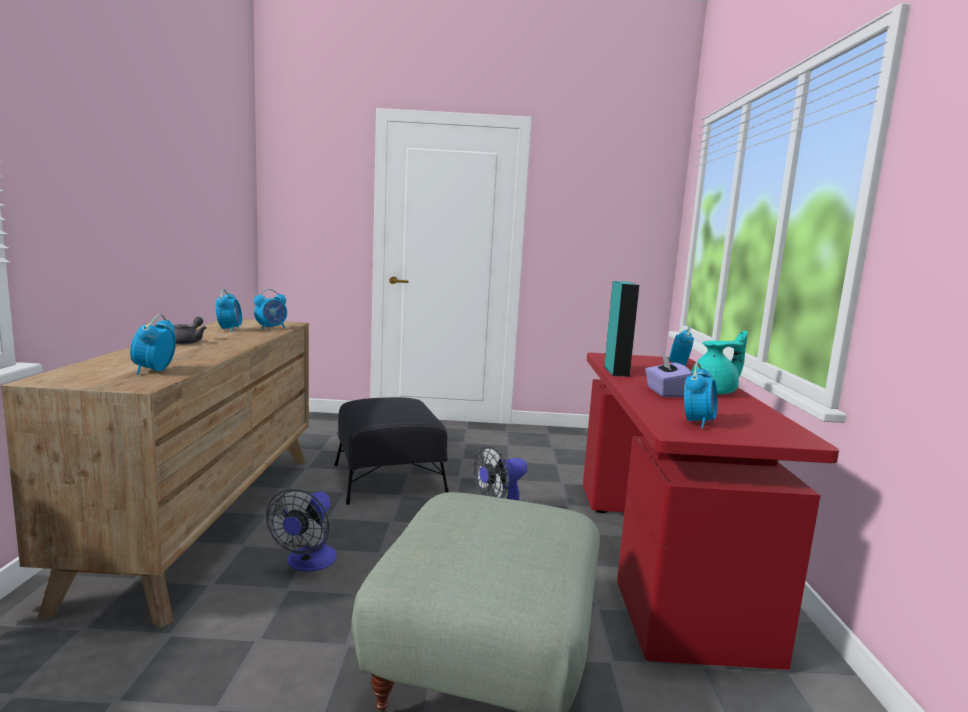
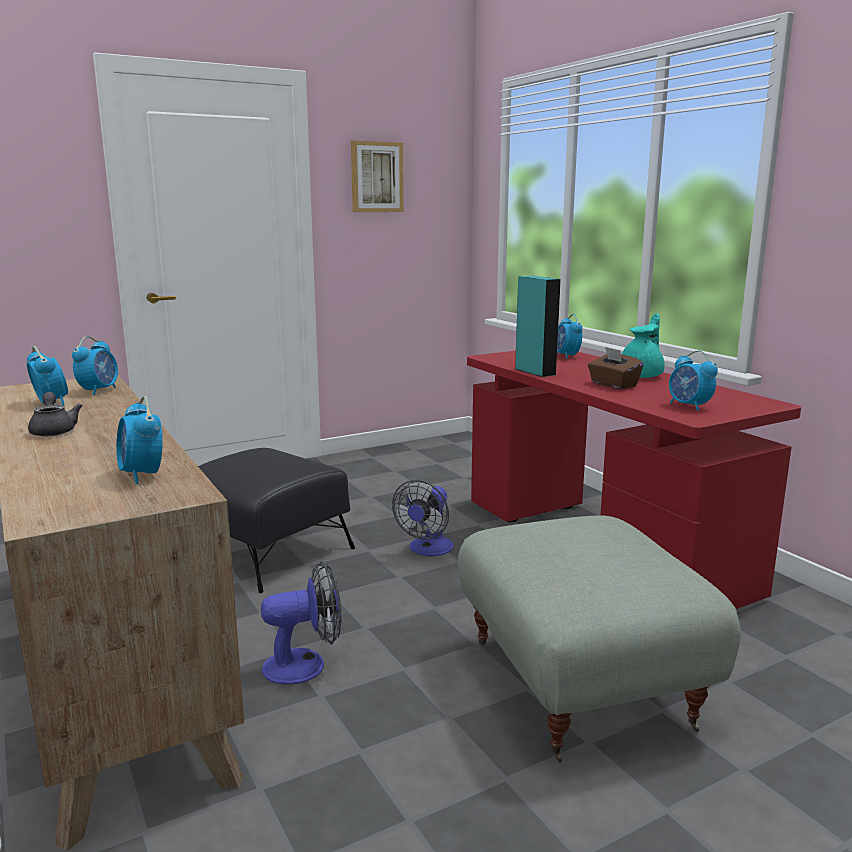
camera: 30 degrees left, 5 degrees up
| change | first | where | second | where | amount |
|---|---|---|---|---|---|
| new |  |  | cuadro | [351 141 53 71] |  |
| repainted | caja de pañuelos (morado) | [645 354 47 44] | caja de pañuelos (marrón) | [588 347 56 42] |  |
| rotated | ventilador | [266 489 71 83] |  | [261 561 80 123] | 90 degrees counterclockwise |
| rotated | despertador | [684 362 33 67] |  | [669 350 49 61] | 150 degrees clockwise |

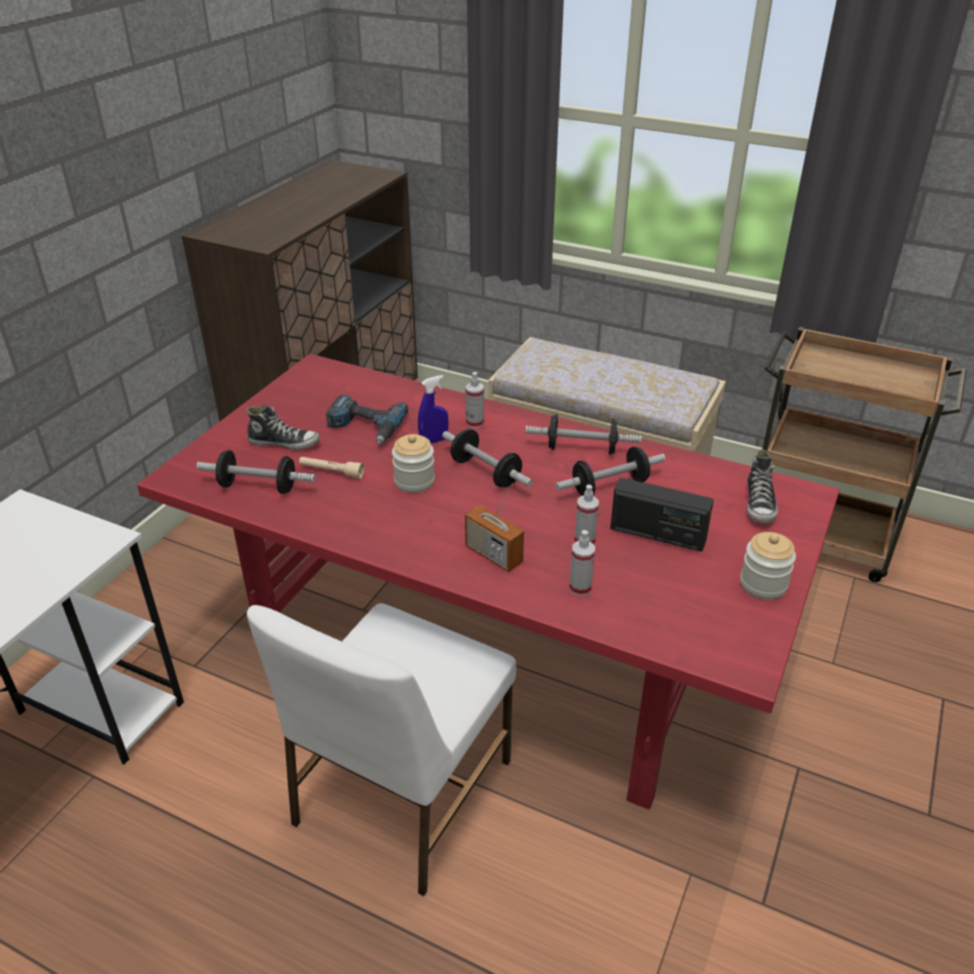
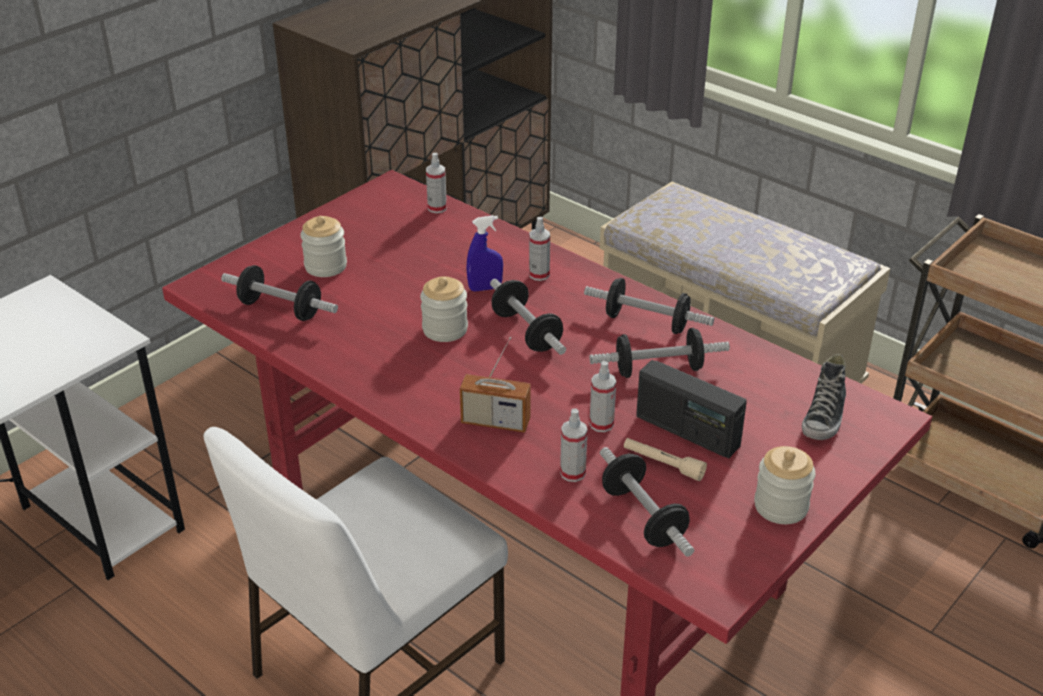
camera: 15 degrees right, 0 degrees up
| change | first | where | second | where | amount |
|---|---|---|---|---|---|
| gone | taladro | [325 395 83 49] |  |  |  |
| new |  |  | pulverizador | [426 153 21 60] |  |
| new |  |  | mancuerna | [600 447 94 110] |  |
| shifted | linterna (beis) | [299 457 65 22] |  | [624 438 83 43] |  |
| swapped | zapato | [246 404 74 47] | tarro | [300 216 47 61] |  |
| rotated | radio | [465 483 59 89] |  | [460 337 71 95] | 45 degrees counterclockwise |

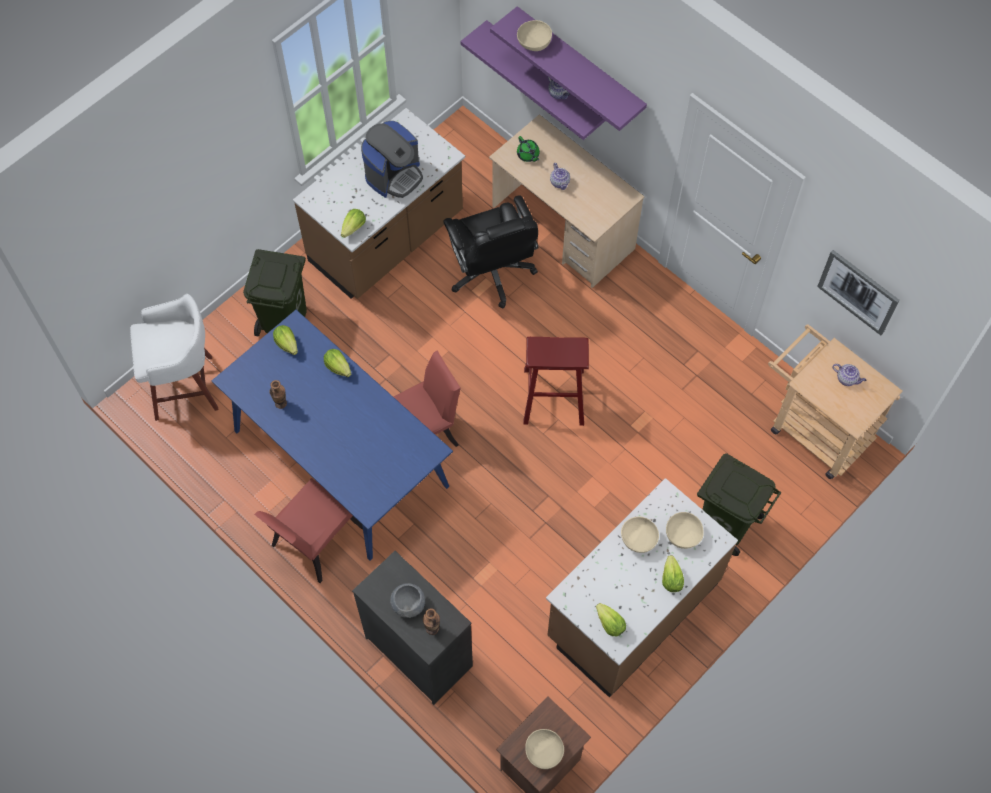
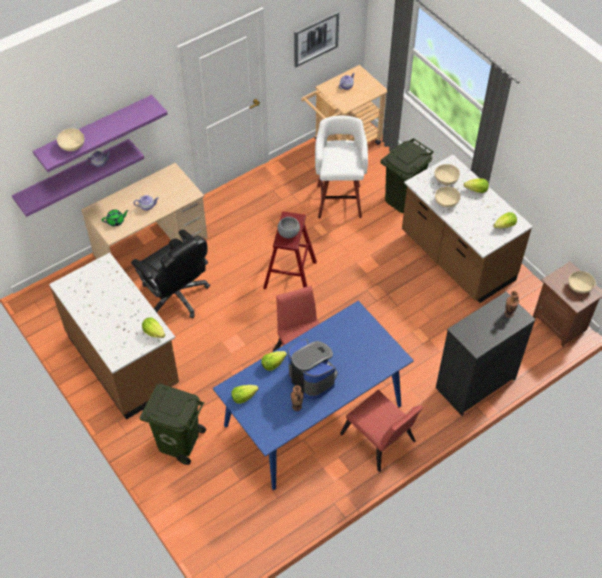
camera: 80 degrees left, 10 degrees down
| change | first | where | second | where | amount |
|---|---|---|---|---|---|
| shifted | taburete (blanco) | [130 294 88 127] |  | [315 115 53 103] |  |
| shifted | cafetera | [361 121 62 77] |  | [288 339 50 60] |  |
| shifted | cuenco (gris) | [390 583 35 35] |  | [278 217 22 21] |  |
| rotated | silla de oficina (negro) | [443 196 96 113] |  | [131 229 79 89] | 60 degrees clockwise |

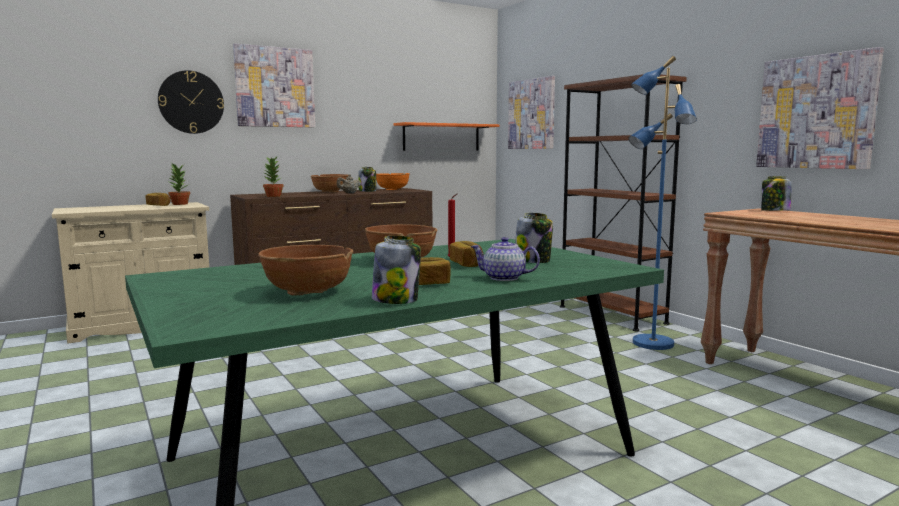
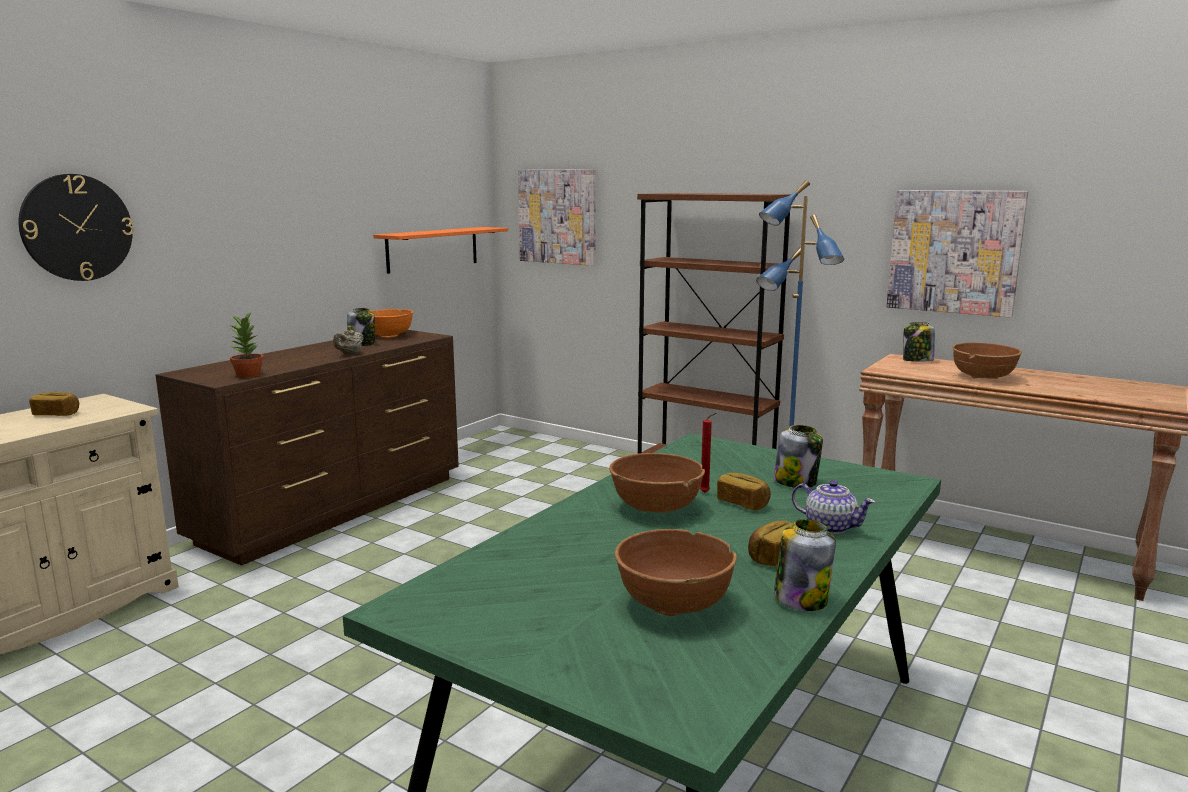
camera: 25 degrees left, 5 degrees up
| change | first | where | second | where | amount |
|---|---|---|---|---|---|
| gone | planta en maceta | [168 164 22 41] |  |  |  |
| gone | cuadro | [233 43 82 84] |  |  |  |
| shifted | cuenco (marrón) | [311 174 37 18] |  | [953 343 69 36] |  |
| rotated | tetera | [470 237 70 44] |  | [792 480 83 54] | 135 degrees counterclockwise |

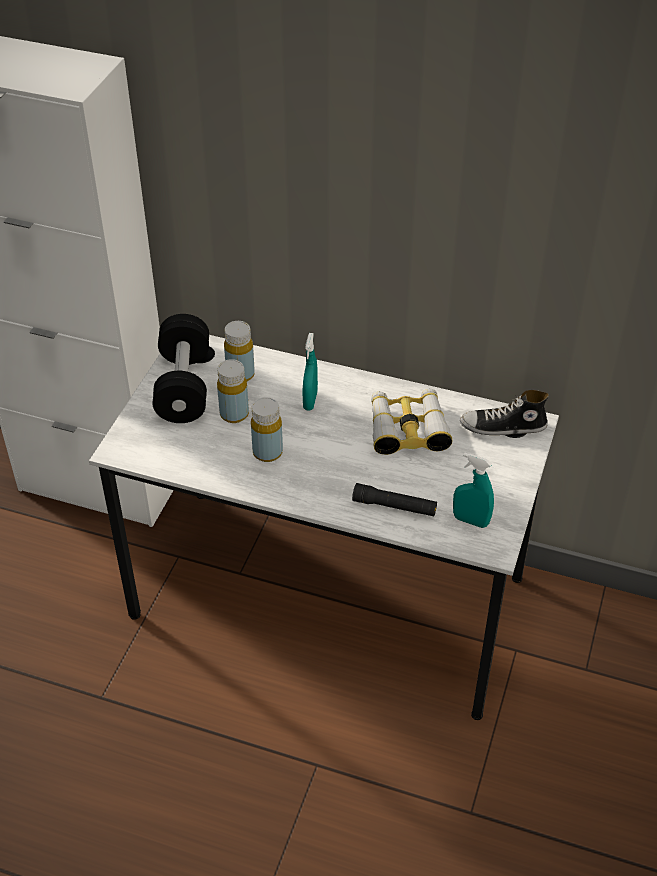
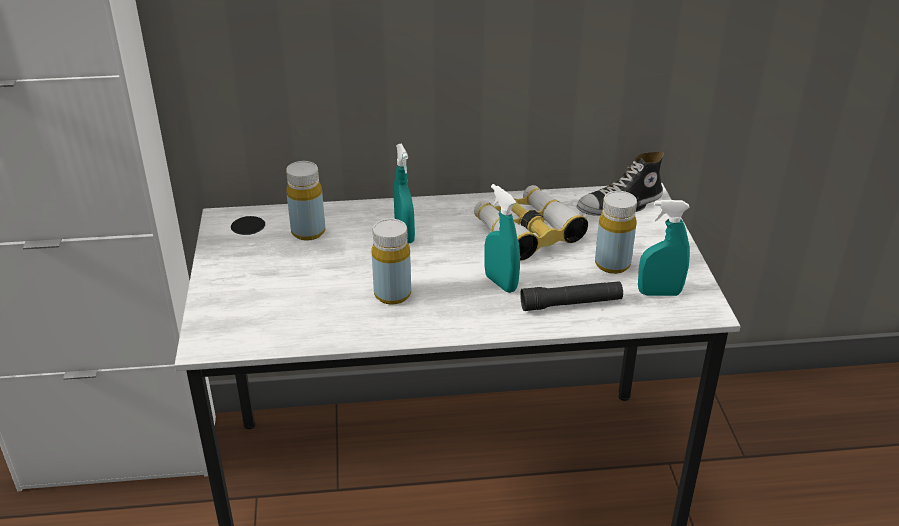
camera: 25 degrees left, 10 degrees down
| change | first | where | second | where | amount |
|---|---|---|---|---|---|
| gone | mancuerna (negro) | [153 314 56 109] |  |  |  |
| new |  |  | pulverizador (turquesa) | [484 184 36 109] |  |
| shifted | botella (amarillo) | [217 359 32 64] |  | [595 191 42 83] |  |

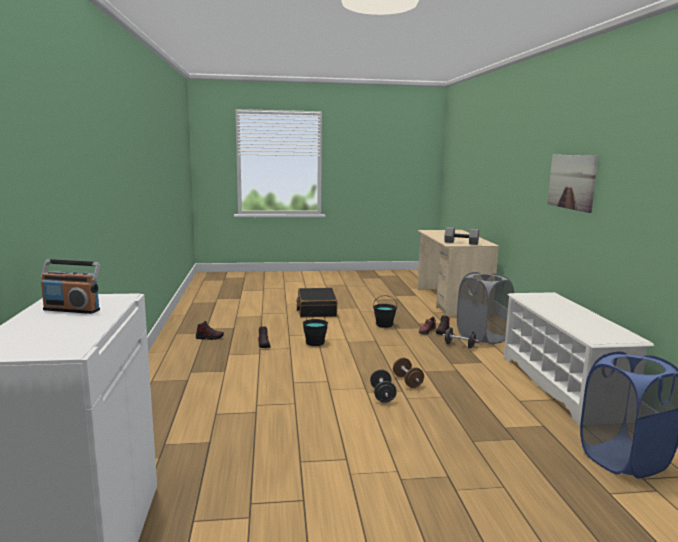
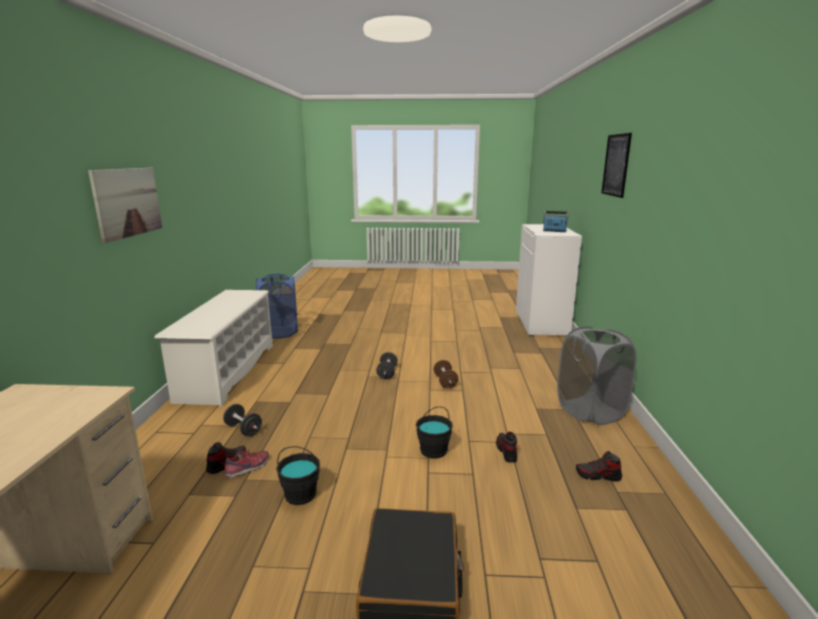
camera: 170 degrees left, 5 degrees up
| change | first | where | second | where | amount |
|---|---|---|---|---|---|
| gone | mancuerna (gris) | [444 227 35 18] |  |  |  |
| new |  |  | cuadro | [601 133 31 65] |  |
| shifted | mancuerna (marrón) | [393 358 31 30] |  | [434 360 24 28] |  |
| shifted | cesto de la ropa (gris) | [457 272 57 72] |  | [557 326 80 99] |  |

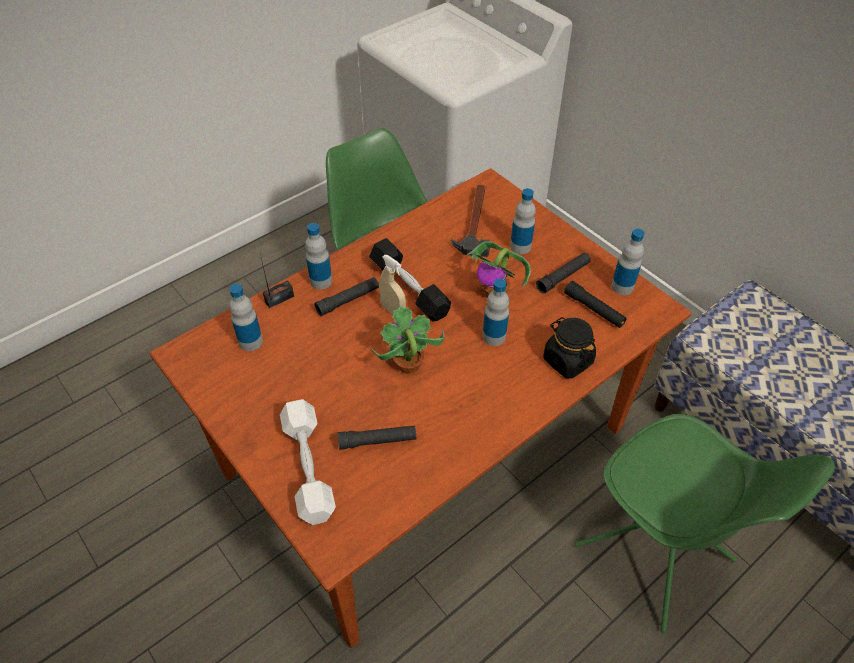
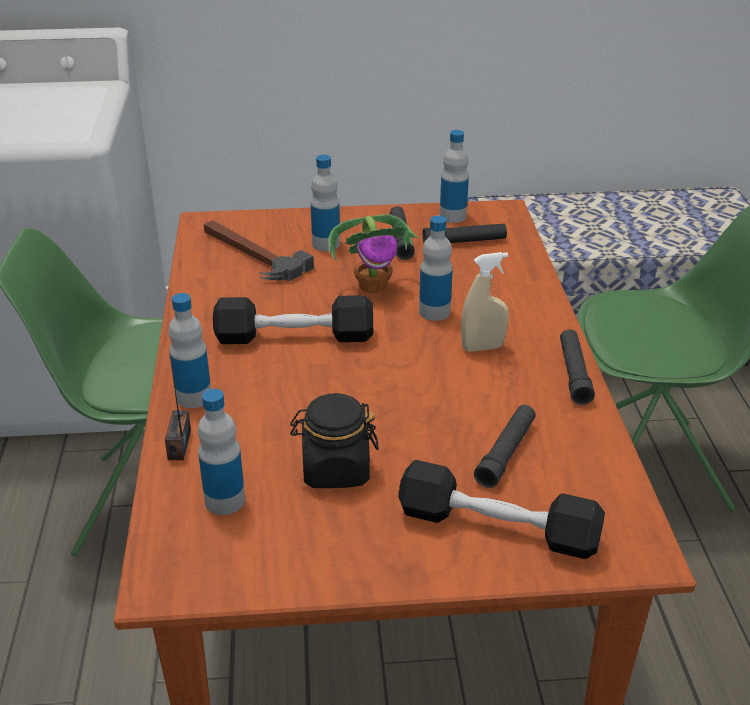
camera: 55 degrees left, 15 degrees down
| change | first | where | second | where | amount |
|---|---|---|---|---|---|
| gone | planta en maceta | [371 306 74 68] |  |  |  |
| shifted | linterna (negro) | [314 277 65 39] |  | [560 329 35 76] |  |
| shifted | pulverizador (beis) | [379 255 27 59] |  | [461 252 48 100] |  |
| shifted | tarro (negro) | [543 317 53 61] |  | [290 393 89 95] |  |
| repainted | mancuerna (blanco) | [280 399 56 126] | mancuerna (negro) | [398 460 207 99] |  |

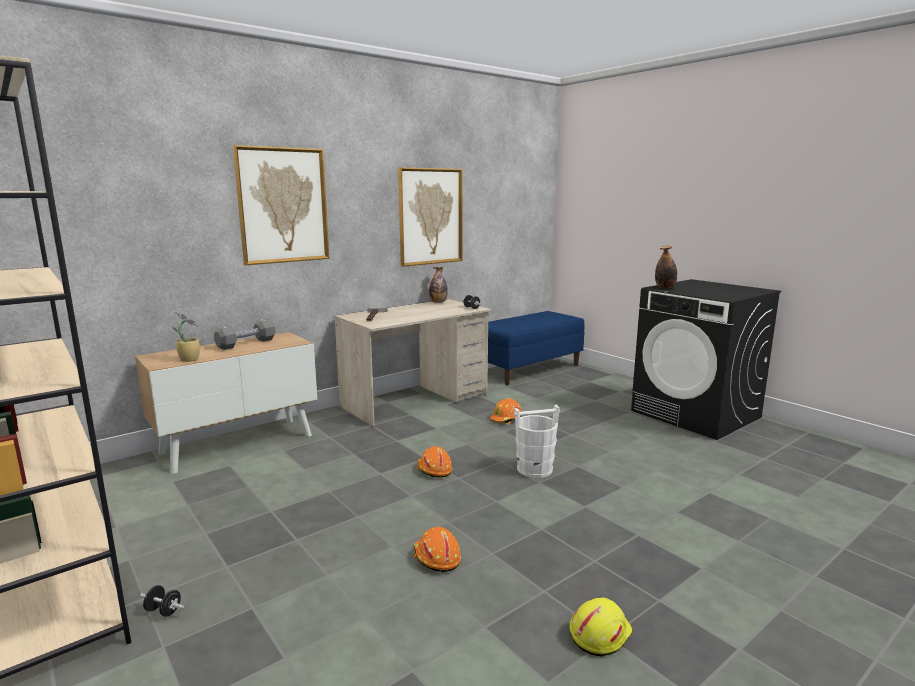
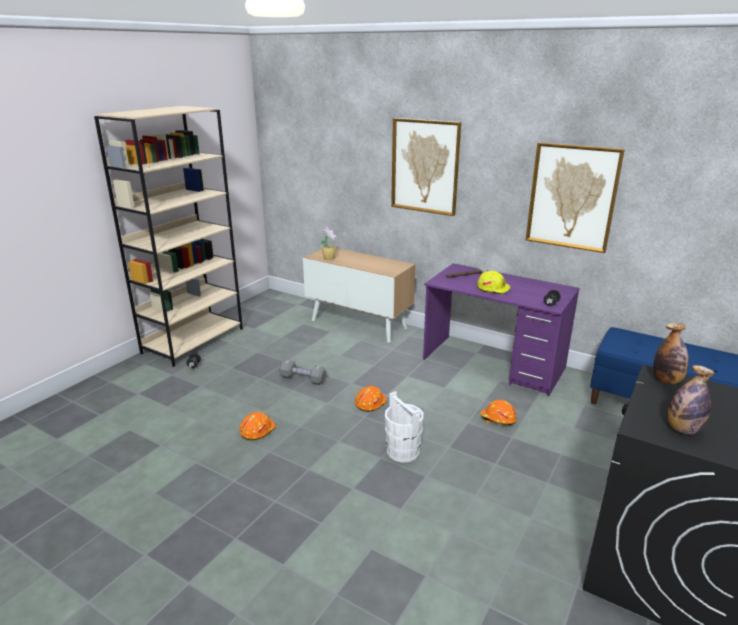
camera: 70 degrees right, 10 degrees up
| change | first | where | second | where | amount |
|---|---|---|---|---|---|
| shifted | mancuerna (gris) | [214 318 61 32] |  | [279 359 47 26] |  |
| shifted | botella | [429 267 19 36] |  | [667 365 48 70] |  |
| shifted | casco (amarillo) | [569 597 64 60] |  | [477 271 33 24] |  |
| repainted | escritorio (beis) | [334 299 158 128] | escritorio (morado) | [423 264 157 132] |  |

